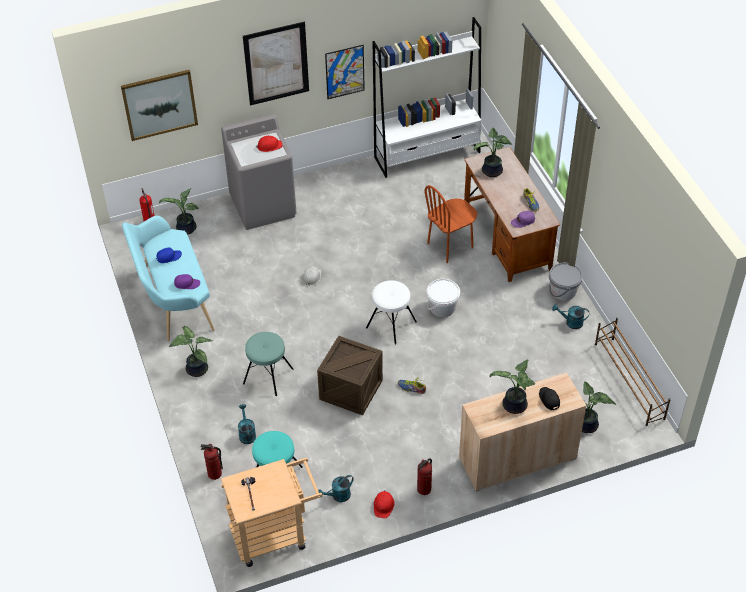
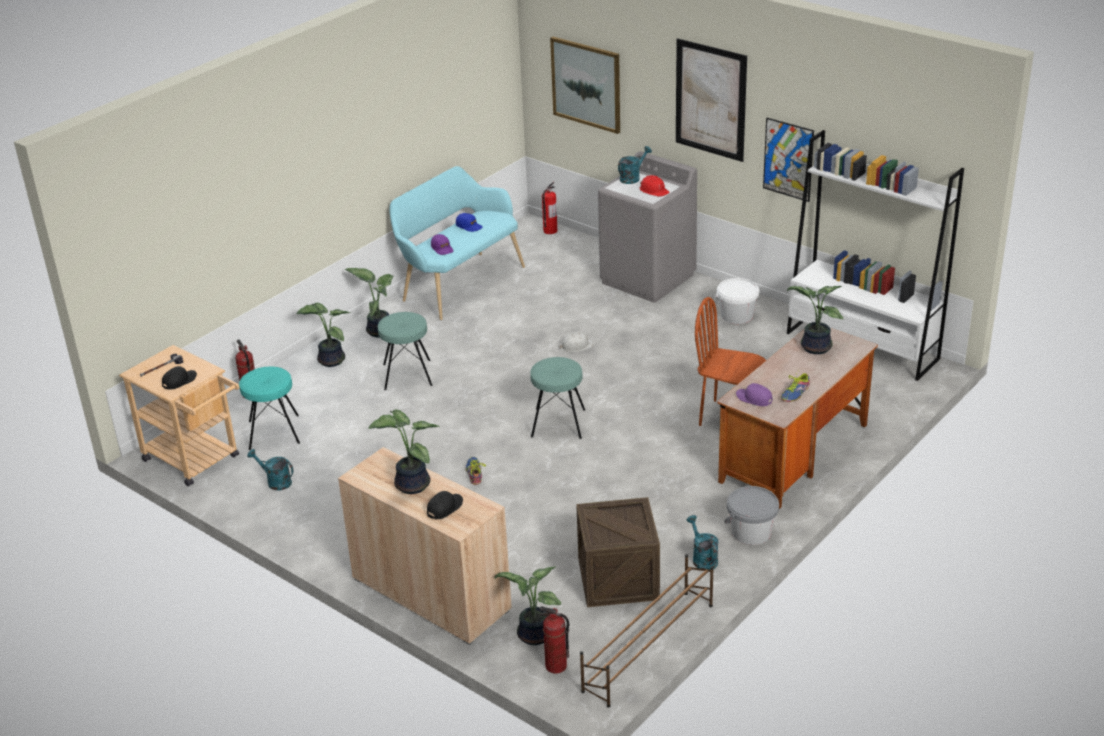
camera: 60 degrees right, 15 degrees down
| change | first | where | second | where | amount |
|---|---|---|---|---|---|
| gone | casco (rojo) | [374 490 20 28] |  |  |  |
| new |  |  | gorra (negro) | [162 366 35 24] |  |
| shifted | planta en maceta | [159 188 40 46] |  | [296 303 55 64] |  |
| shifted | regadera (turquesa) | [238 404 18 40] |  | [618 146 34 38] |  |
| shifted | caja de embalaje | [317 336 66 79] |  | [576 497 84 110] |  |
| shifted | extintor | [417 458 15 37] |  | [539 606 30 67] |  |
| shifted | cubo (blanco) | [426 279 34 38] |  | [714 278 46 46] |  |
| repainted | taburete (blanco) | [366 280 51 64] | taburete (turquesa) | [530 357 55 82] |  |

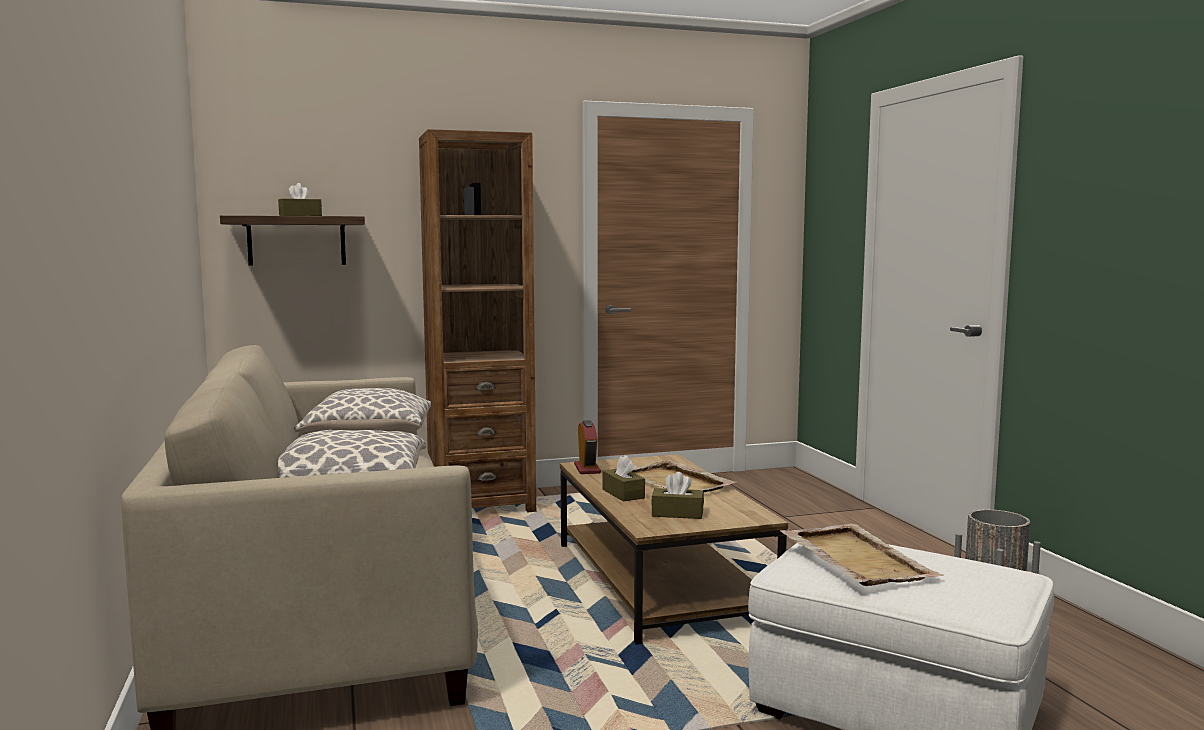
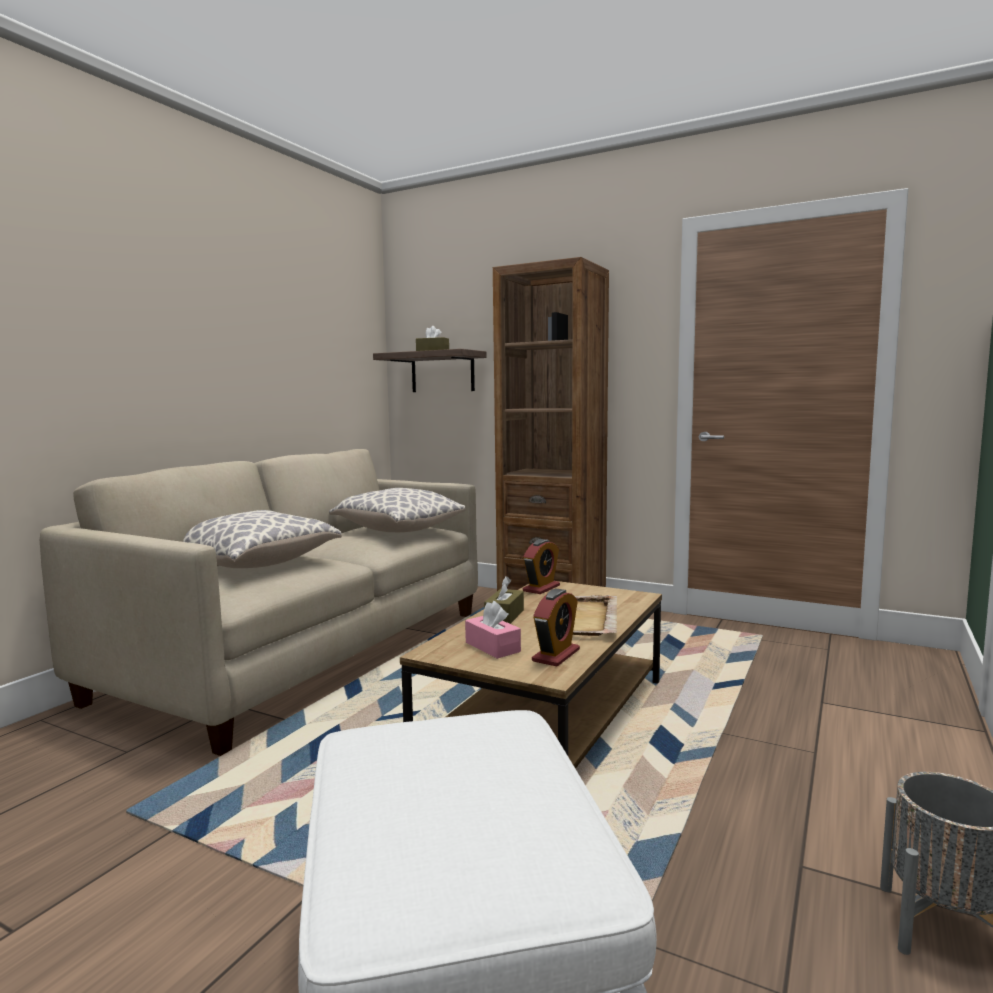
camera: 45 degrees right, 0 degrees up
| change | first | where | second | where | amount |
|---|---|---|---|---|---|
| gone | bandeja (beis) | [780 524 164 62] |  |  |  |
| new |  |  | despertador | [532 589 48 77] |  |
| repainted | caja de pañuelos (marrón) | [651 472 53 47] | caja de pañuelos (rosa) | [465 601 56 58] |  |

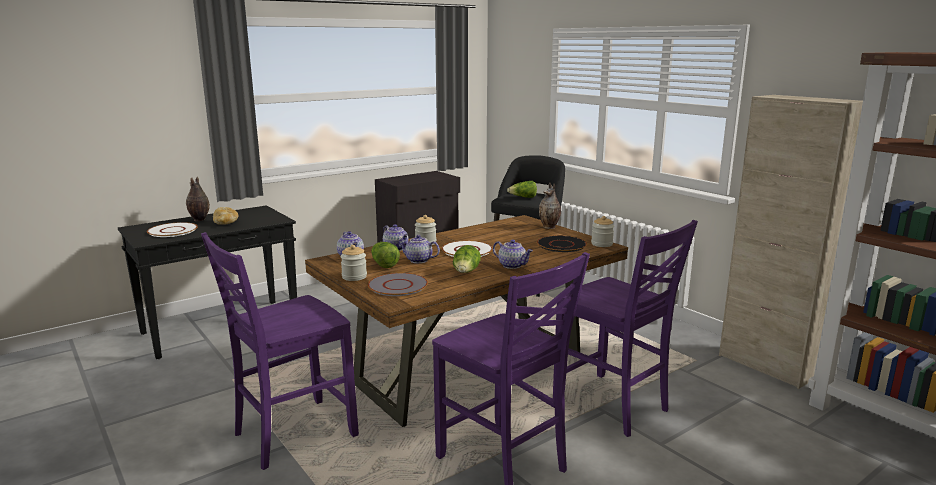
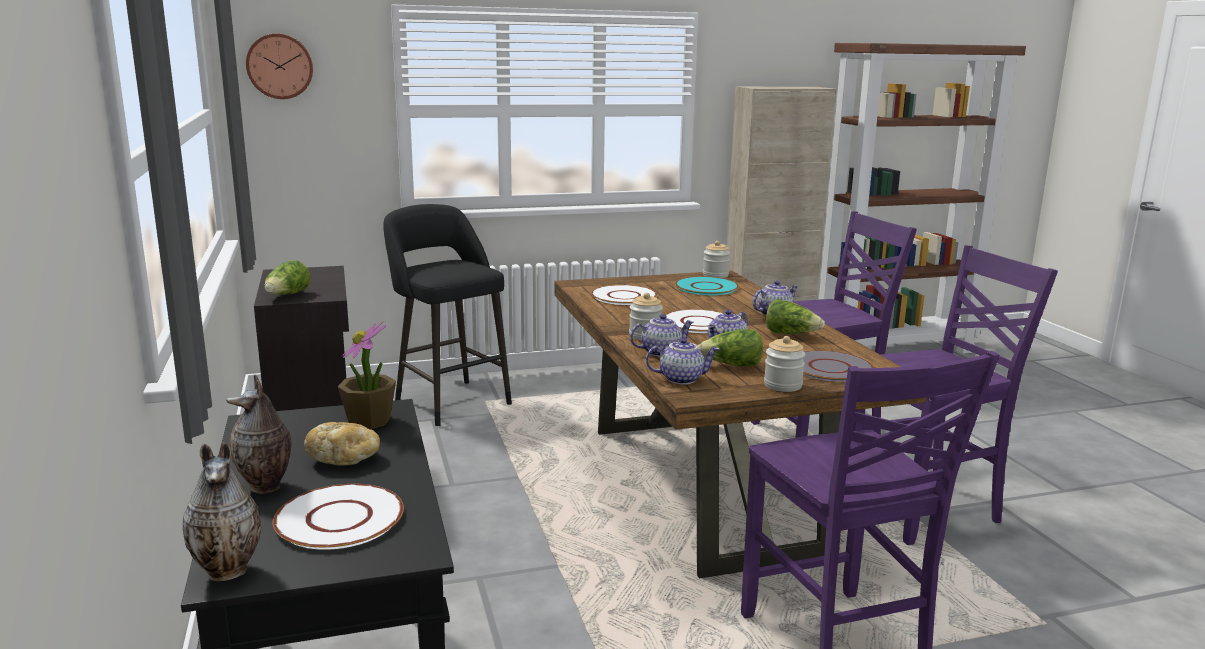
camera: 70 degrees left, 0 degrees up
| change | first | where | second | where | amount |
|---|---|---|---|---|---|
| new |  |  | reloj de pared | [246 33 67 66] |  |
| new |  |  | planta en maceta | [337 321 59 108] |  |
| new |  |  | plato (blanco) | [591 285 66 20] |  |
| shifted | lechuga | [507 181 30 17] |  | [264 260 47 35] |  |
| shifted | florero | [539 183 22 46] |  | [183 442 78 139] |  |
| repainted | plato (negro) | [537 235 50 17] | plato (turquesa) | [675 277 64 18] |  |

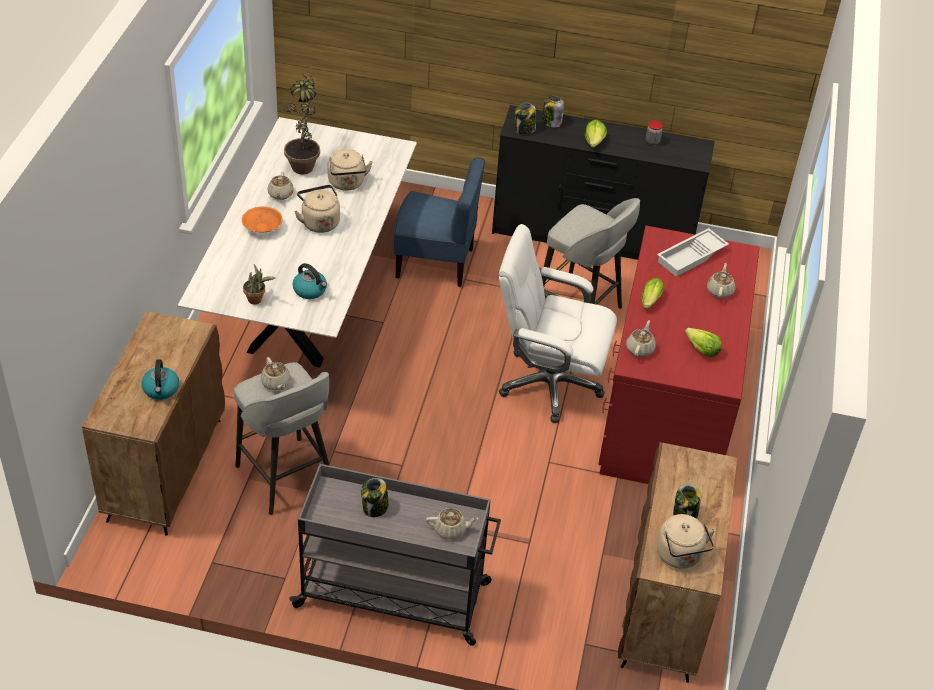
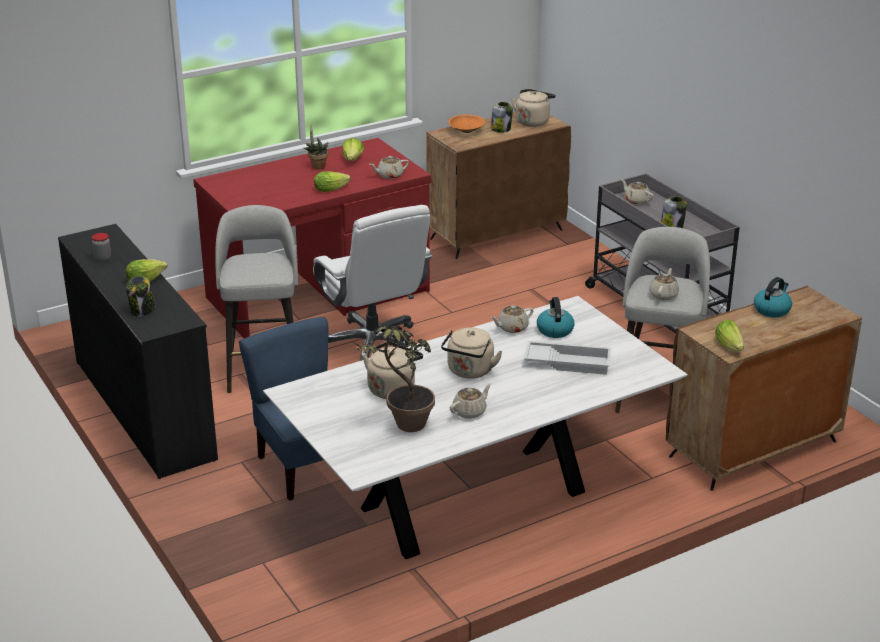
camera: 130 degrees left, 15 degrees down
| change | first | where | second | where | amount |
|---|---|---|---|---|---|
| gone | tarro | [515 103 21 32] |  |  |  |
| new |  |  | lechuga | [715 320 29 32] |  |
| shifted | cuenco (naranja) | [242 206 40 27] |  | [449 115 36 18] |  |
| shifted | planta en maceta | [243 264 33 40] |  | [304 125 24 45] |  |
| shifted | bandeja (blanco) | [657 228 72 48] |  | [524 341 87 34] |  |
| shifted | tetera (beis) | [707 263 28 35] |  | [490 306 43 27] |  |

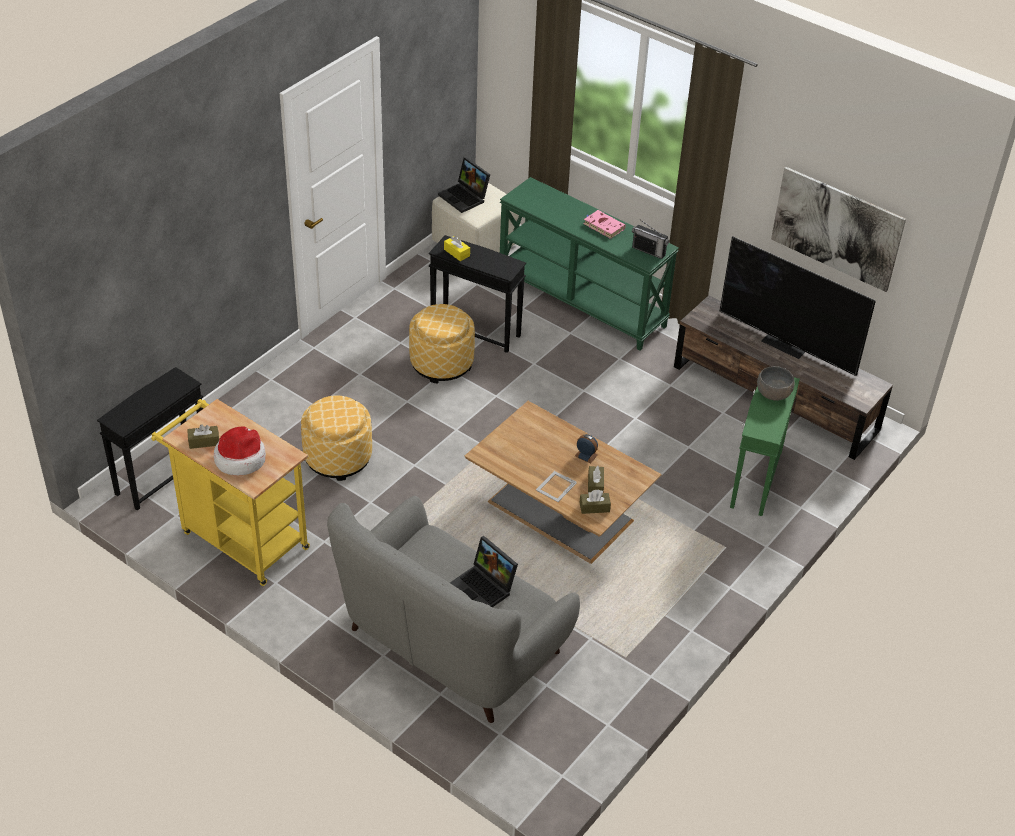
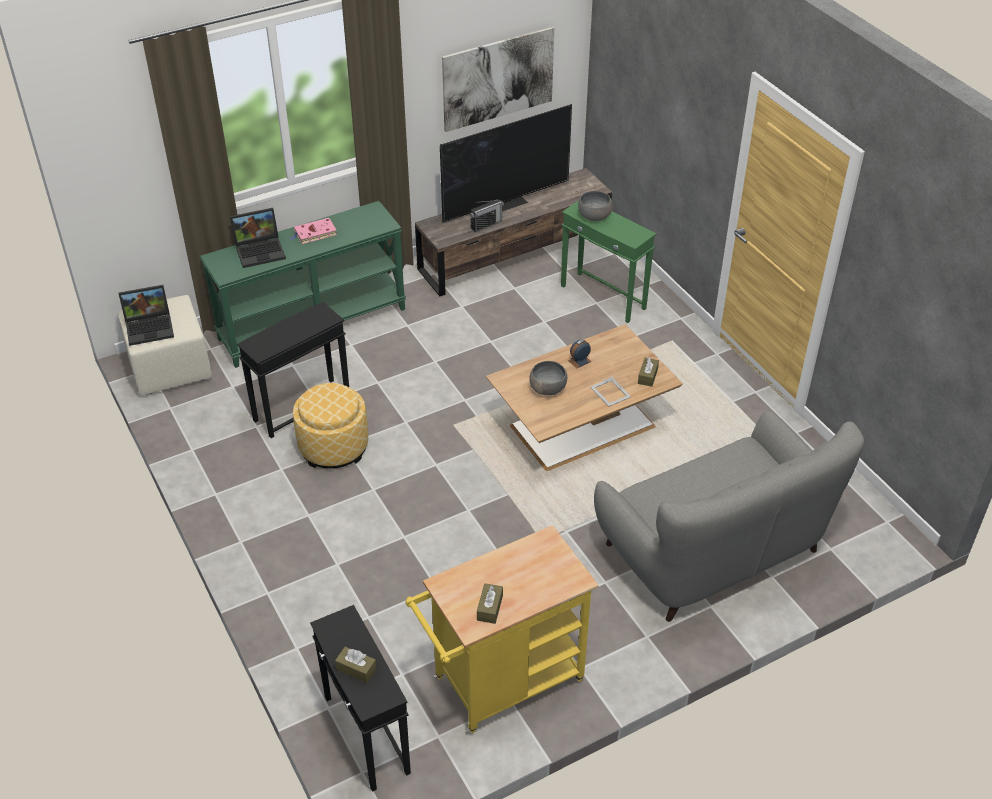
camera: 65 degrees left, 0 degrees up
| change | first | where | second | where | amount |
|---|---|---|---|---|---|
| gone | sombrero | [214 427 52 48] |  |  |  |
| gone | puf | [301 395 71 86] |  |  |  |
| gone | caja de pañuelos (amarillo) | [444 236 26 25] |  |  |  |
| new |  |  | cuenco (gris) | [529 361 38 34] |  |
| shifted | portátil | [450 536 68 71] |  | [230 208 56 60] |  |
| shifted | caja de pañuelos (marrón) | [588 466 16 26] |  | [335 647 42 36] |  |
| shifted | radio | [632 221 37 38] |  | [469 199 35 33] |  |

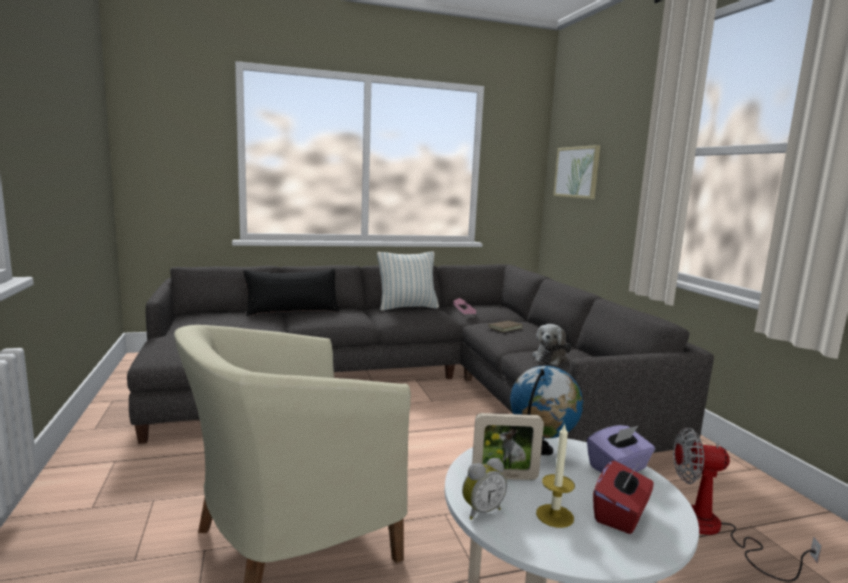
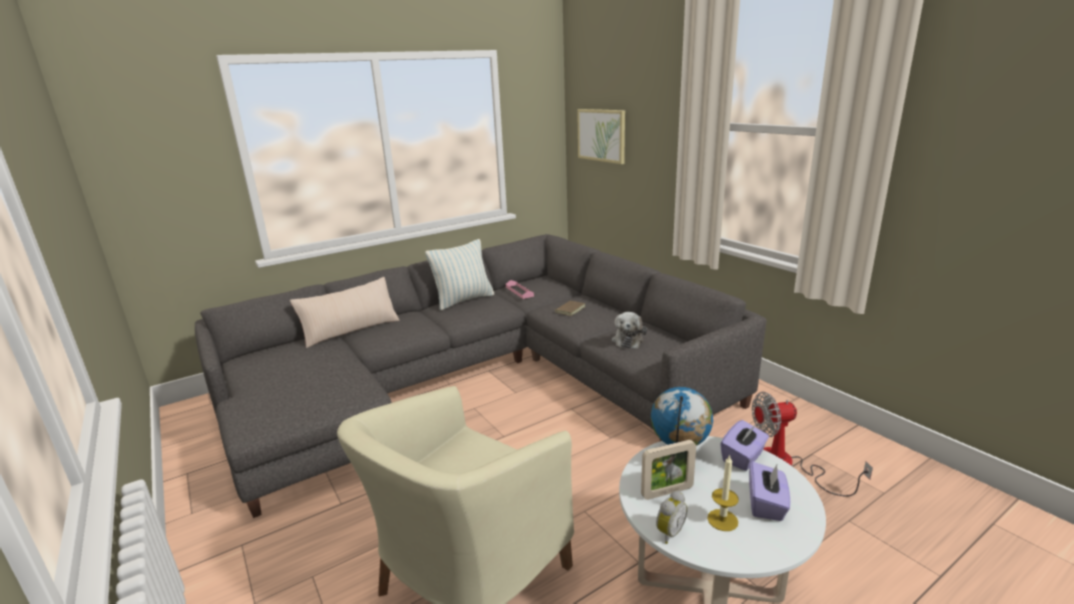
camera: 15 degrees left, 10 degrees up
| change | first | where | second | where | amount |
|---|---|---|---|---|---|
| repainted | cojín (negro) | [244 269 95 47] | cojín (beis) | [290 277 110 71] |  |
| repainted | caja de pañuelos (rojo) | [593 461 61 73] | caja de pañuelos (morado) | [749 461 41 60] |  |

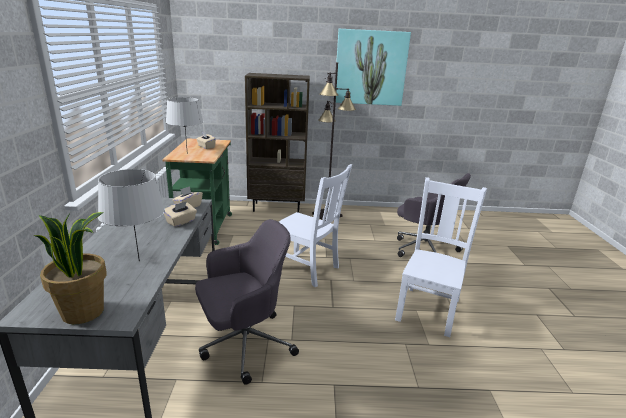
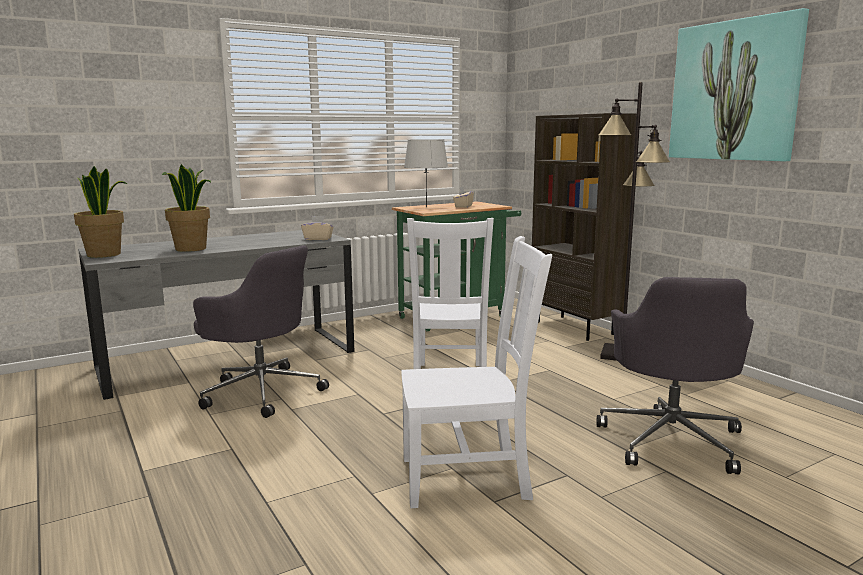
camera: 60 degrees right, 10 degrees down
| change | first | where | second | where | amount |
|---|---|---|---|---|---|
| gone | caja de pañuelos (beis) | [164 201 33 26] |  |  |  |
| swapped | lámpara de mesa (gris) | [98 169 67 93] | planta en maceta | [162 164 49 88] |  |

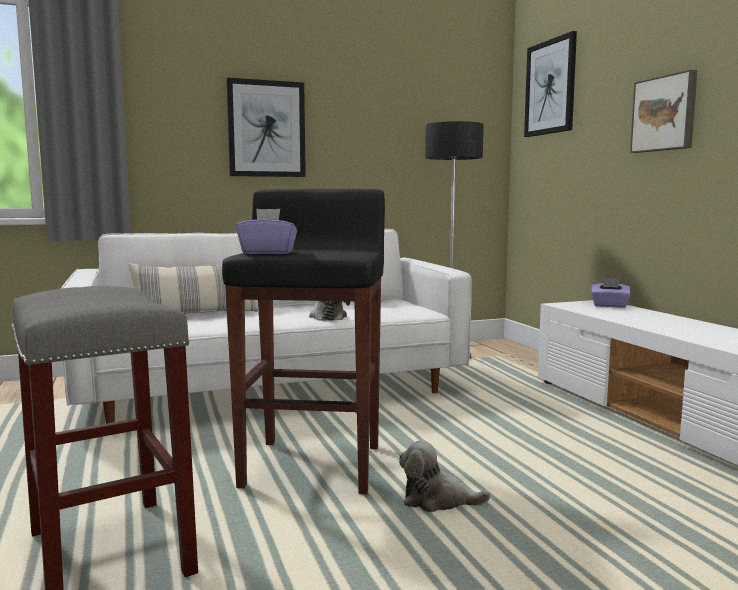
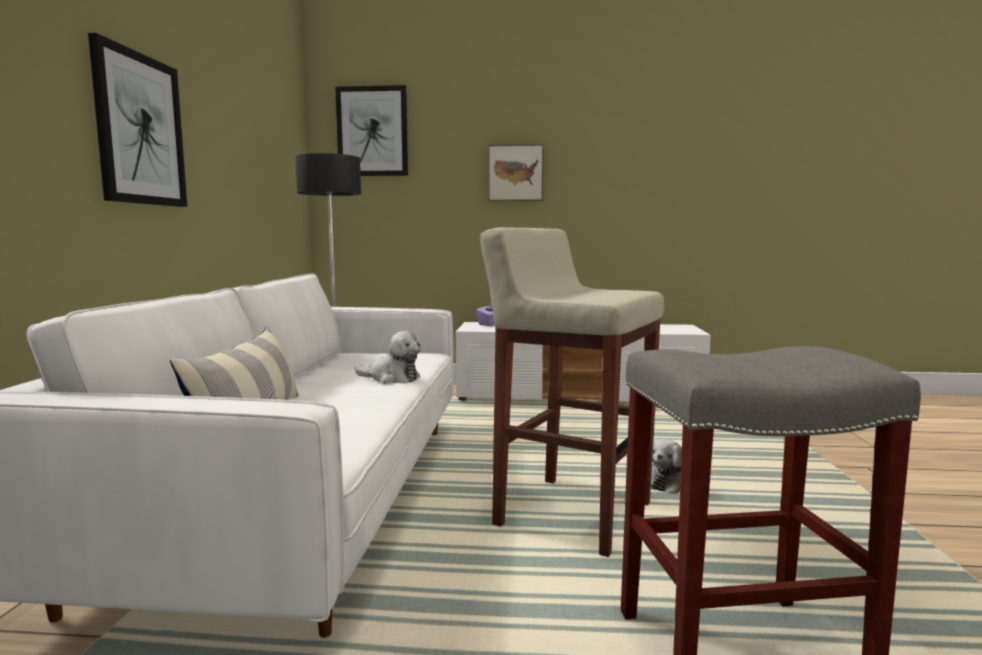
camera: 65 degrees left, 0 degrees up
| change | first | where | second | where | amount |
|---|---|---|---|---|---|
| gone | caja de pañuelos (morado) | [236 209 61 45] |  |  |  |
| repainted | taburete (negro) | [222 189 163 305] | taburete (beis) | [480 227 184 330] |  |

